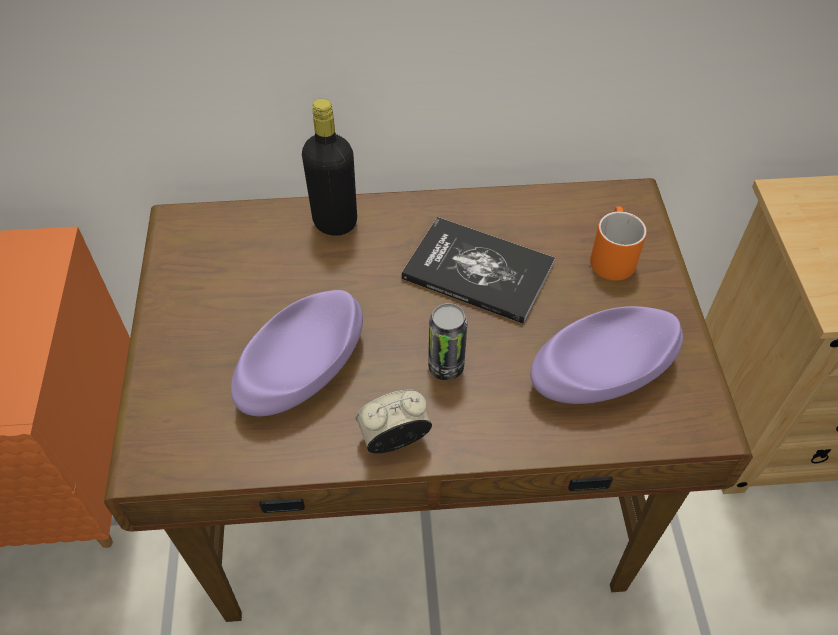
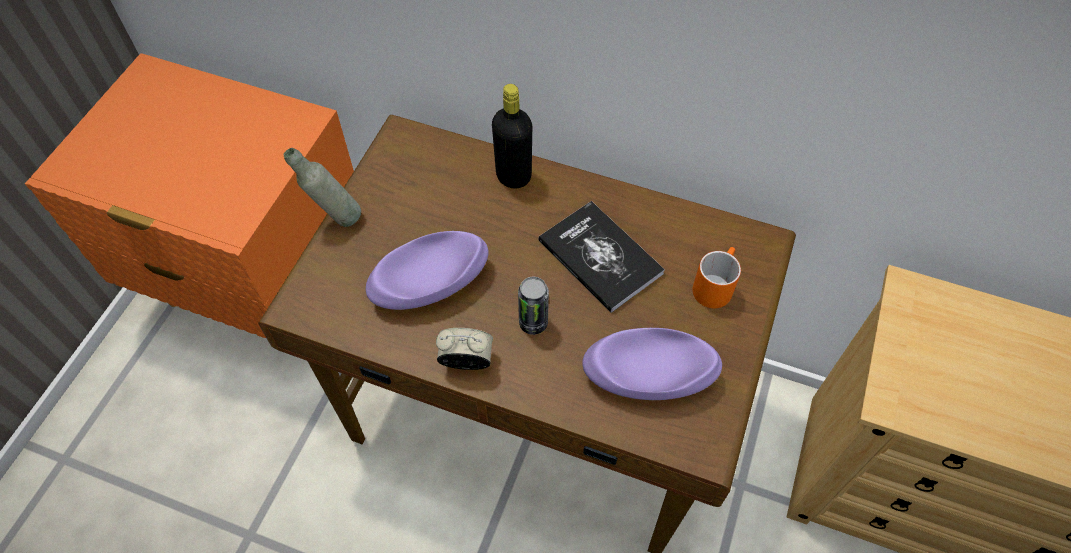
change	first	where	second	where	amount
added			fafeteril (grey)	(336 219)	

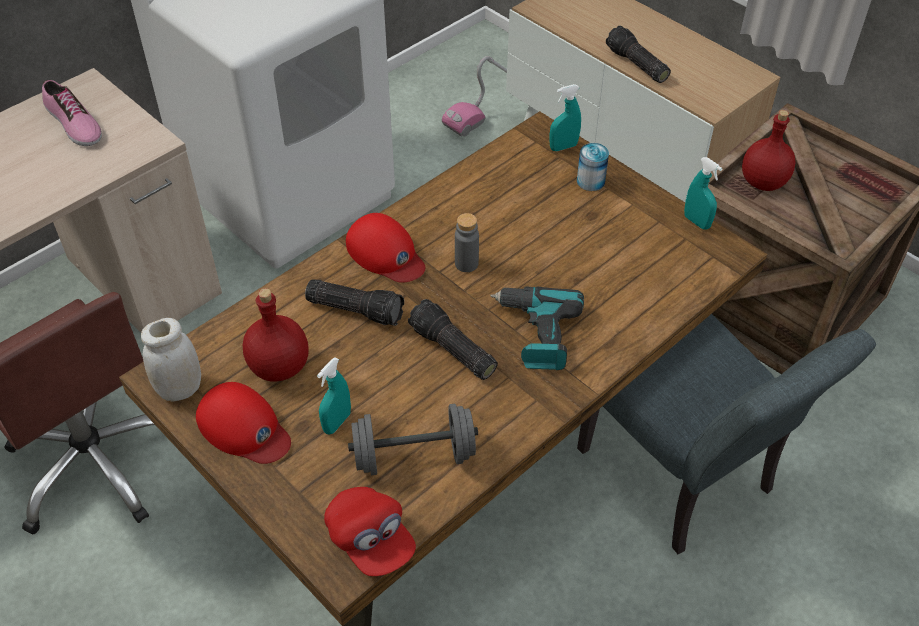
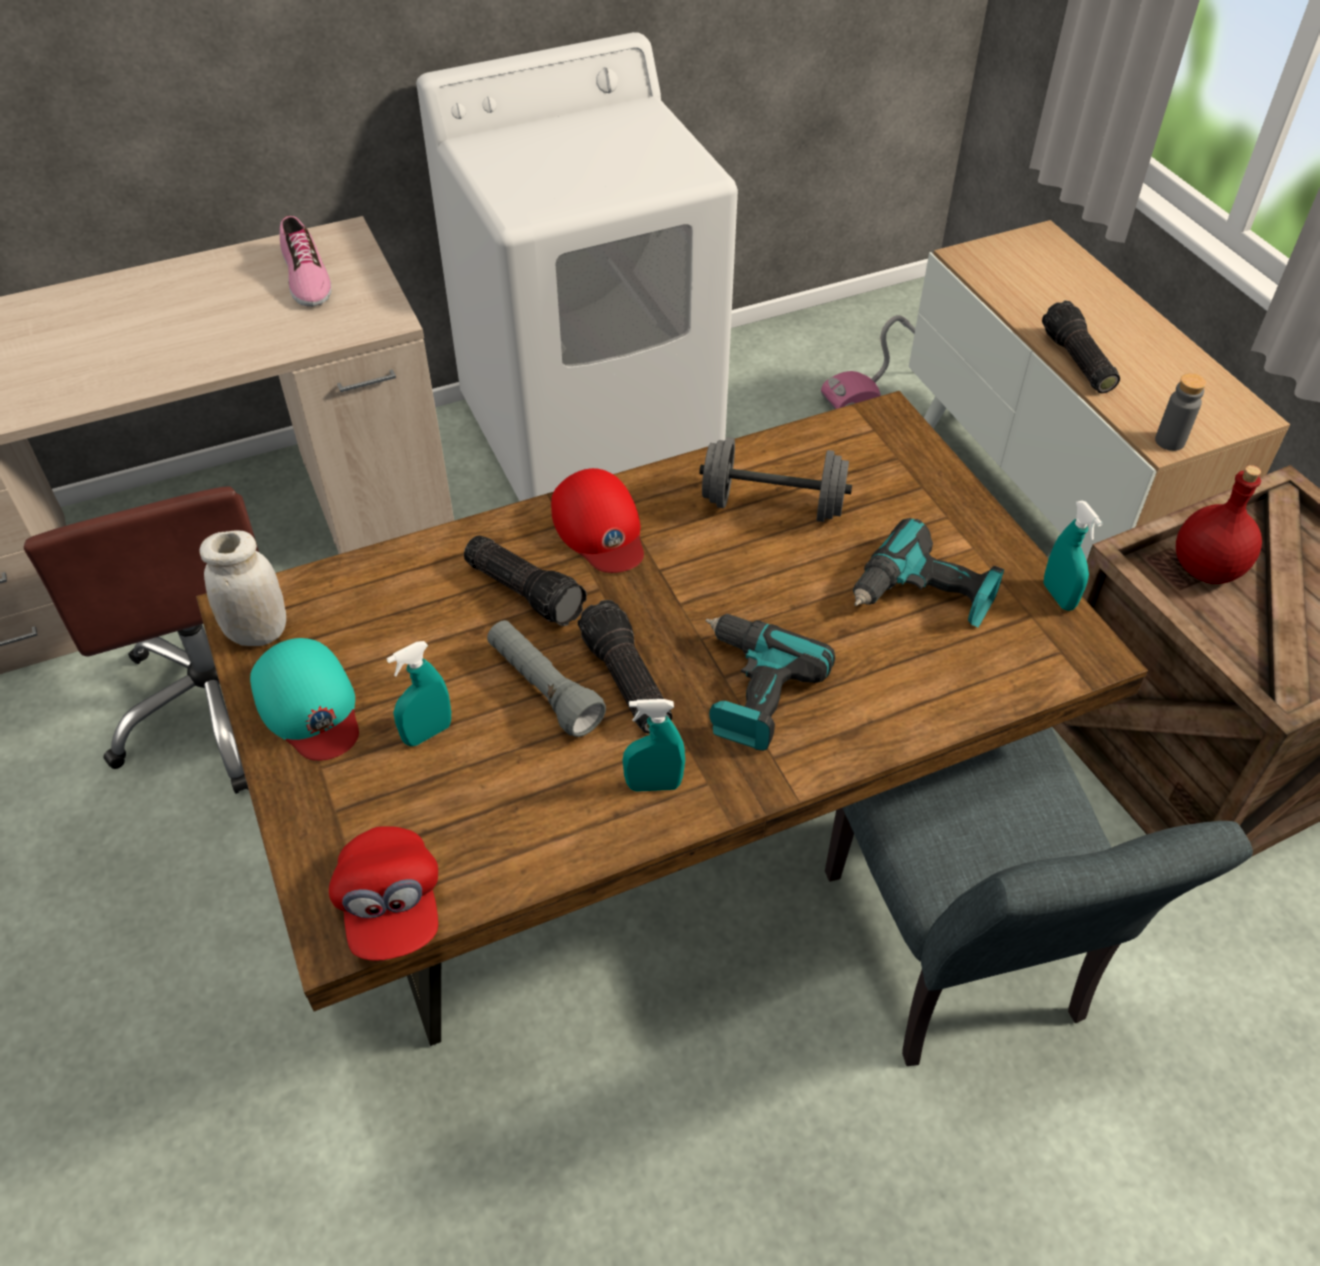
change	first	where	second	where	amount
removed	fafeteril (red)	(280 366)			
removed	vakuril	(590 181)			
added			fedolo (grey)	(543 689)	
added			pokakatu	(924 596)	
moved	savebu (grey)	(414 455)		(772 505)	
moved	fafeteril (grey)	(466 264)		(1169 441)	
moved	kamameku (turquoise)	(563 147)		(654 785)	
recoloured	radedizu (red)	(244 428)	radedizu (turquoise)	(309 705)	

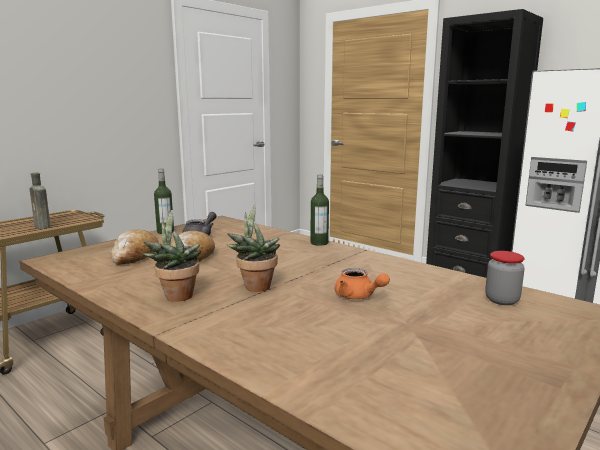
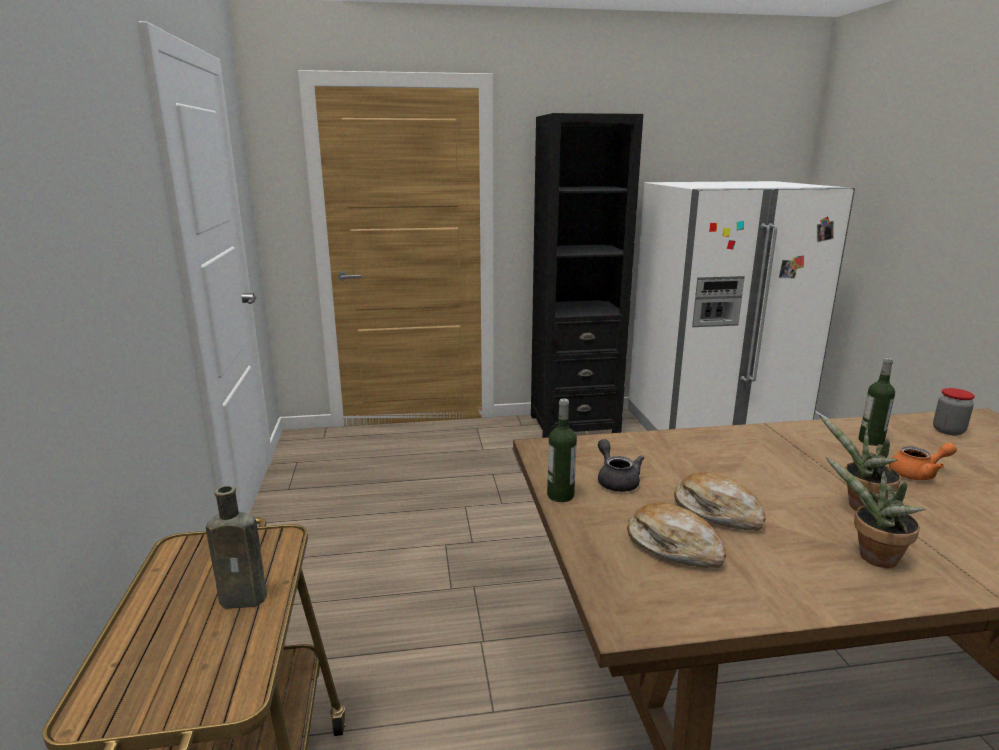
change	first	where	second	where	amount
moved	fafeteril	(319 243)		(871 441)	

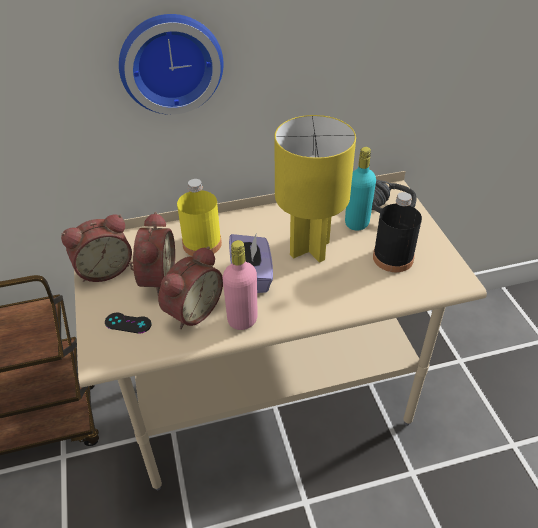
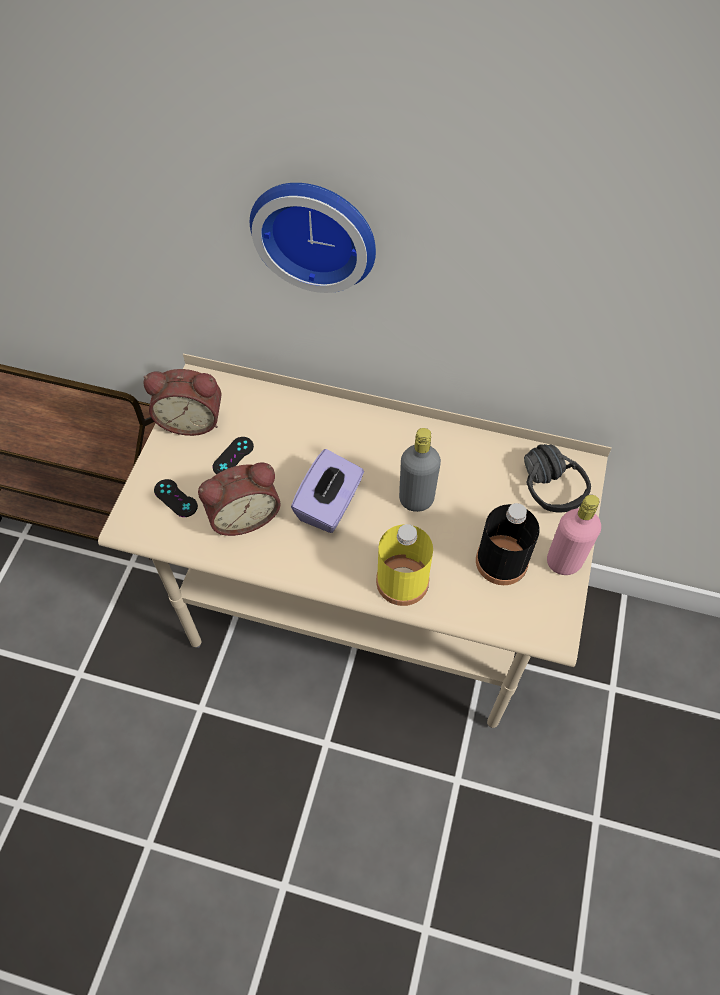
change	first	where	second	where	amount
removed	fafeteril (turquoise)	(357 223)			
moved	fafeteril (yellow)	(202 244)		(402 581)	
moved	fafeteril (pink)	(242 320)		(564 562)	
replaced	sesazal	(155 278)	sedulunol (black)	(233 456)	
replaced	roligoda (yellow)	(308 248)	fafeteril (grey)	(416 499)	

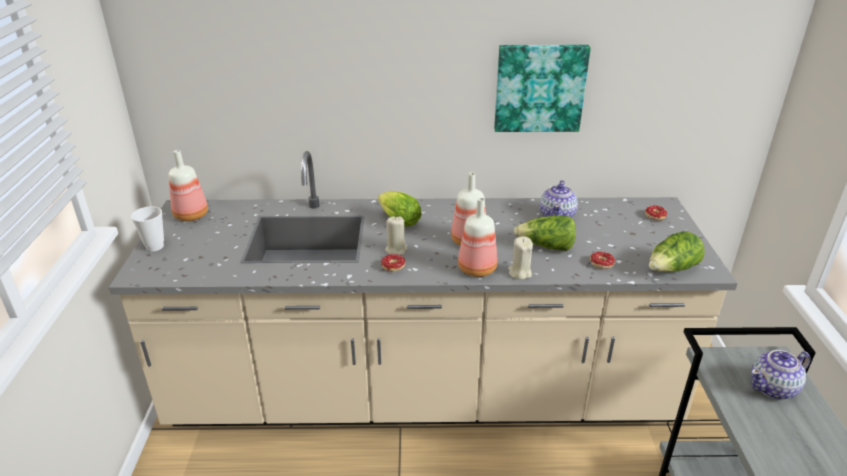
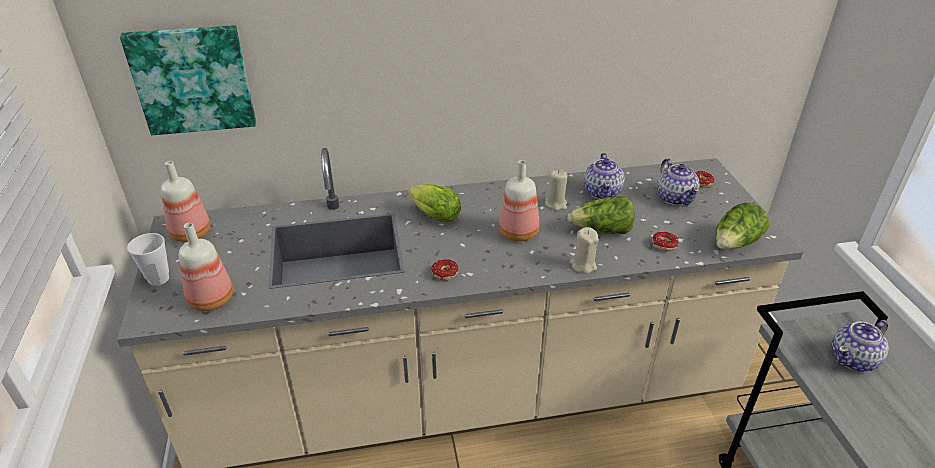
change	first	where	second	where	amount
added			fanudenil	(675 197)	
moved	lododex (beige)	(396 250)		(556 204)	
moved	fafeteril	(476 268)		(210 299)	
moved	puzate	(539 88)		(193 79)	

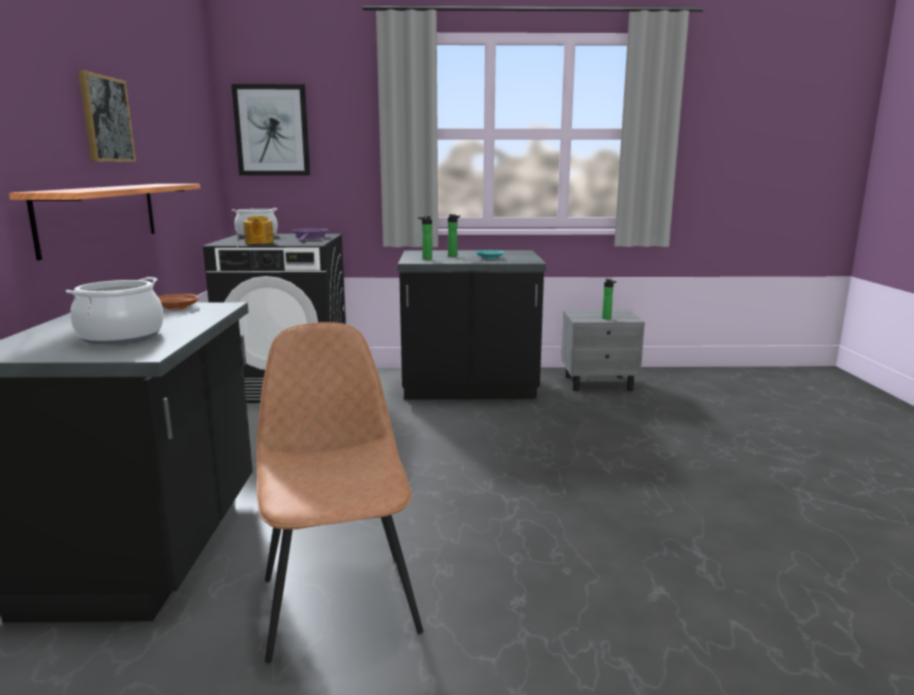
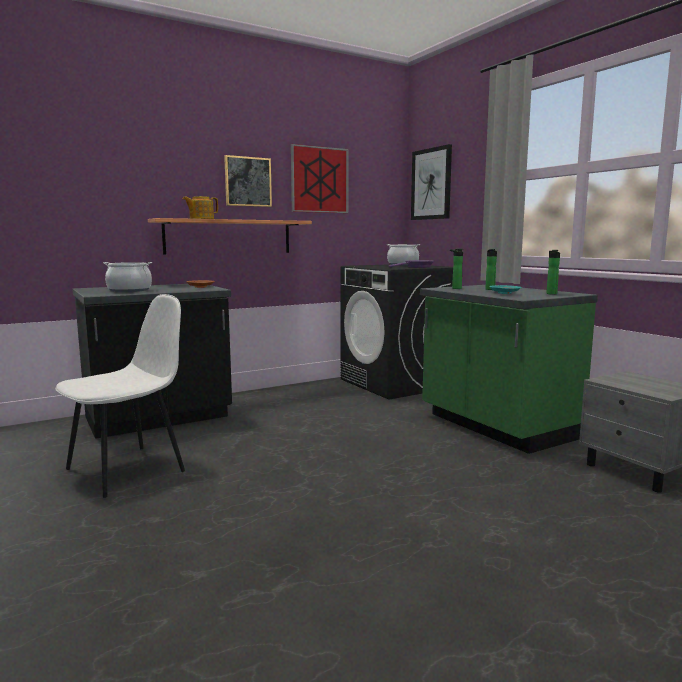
change	first	where	second	where	amount
added			puzate	(319 180)	
moved	fanudenil	(259 242)		(201 219)	
moved	fafeteril	(607 318)		(551 294)	
recoloured	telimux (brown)	(339 601)	telimux (white)	(128 469)	
recoloured	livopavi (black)	(469 389)	livopavi (green)	(496 427)	

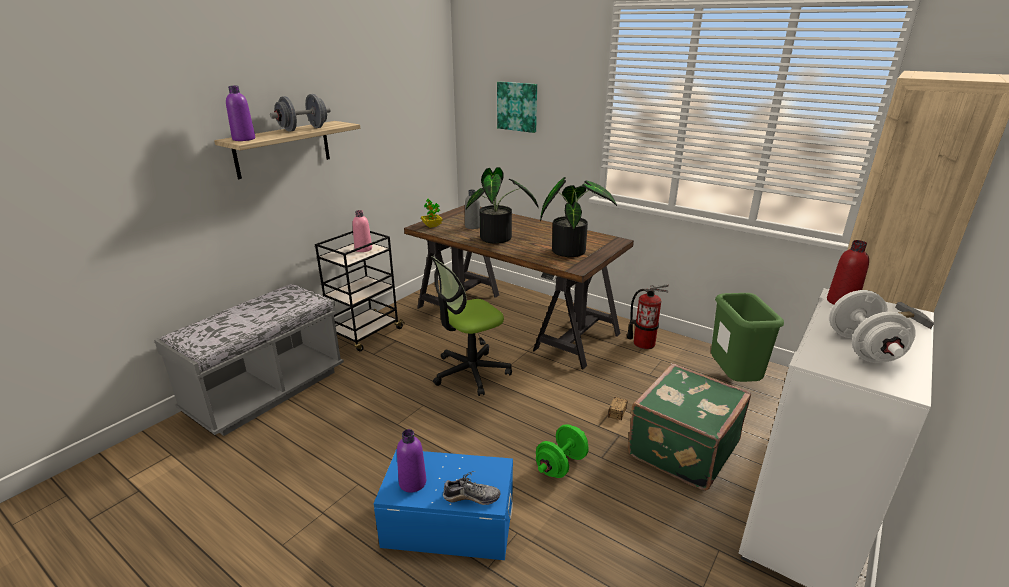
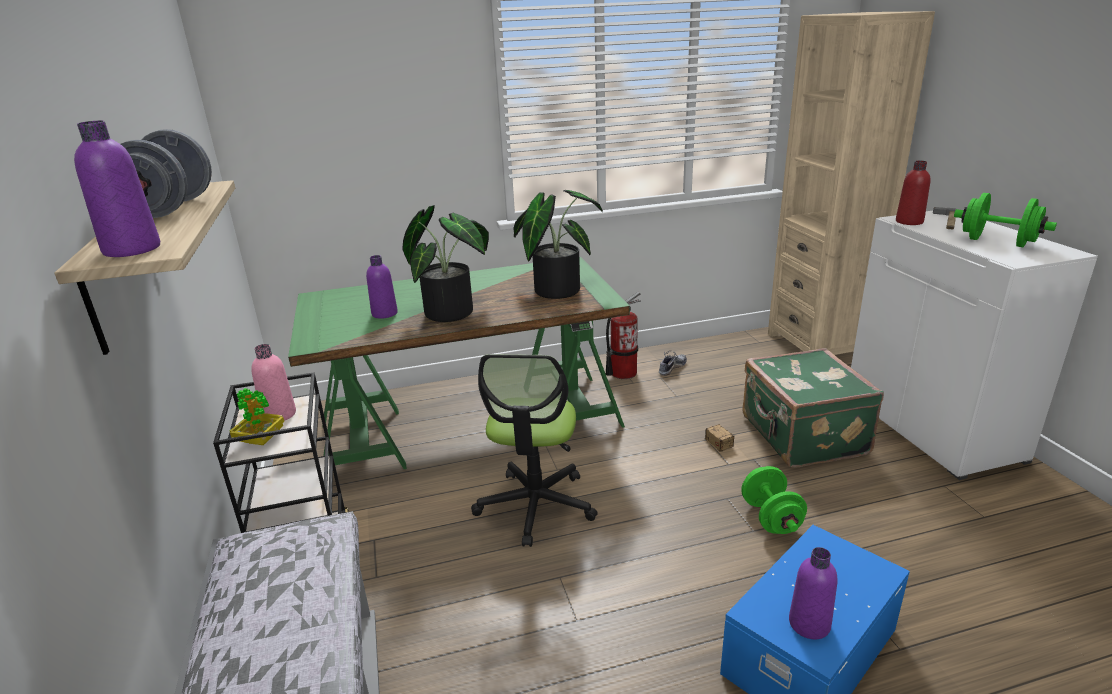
change	first	where	second	where	amount
removed	puzate	(518 106)			
removed	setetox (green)	(733 380)			
moved	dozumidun	(432 226)		(261 439)	
moved	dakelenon	(471 497)		(672 368)	
recoloured	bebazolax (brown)	(515 320)	bebazolax (green)	(470 423)	
recoloured	fafeteril (grey)	(472 226)	fafeteril (purple)	(384 314)	
recoloured	savebu (white)	(862 348)	savebu (green)	(997 242)	

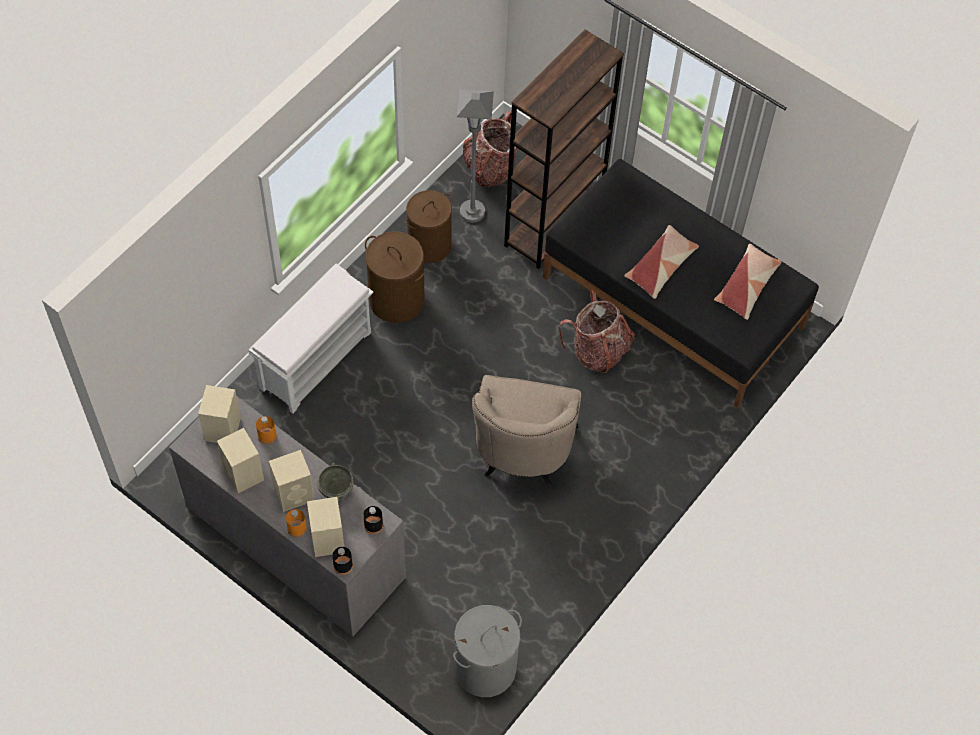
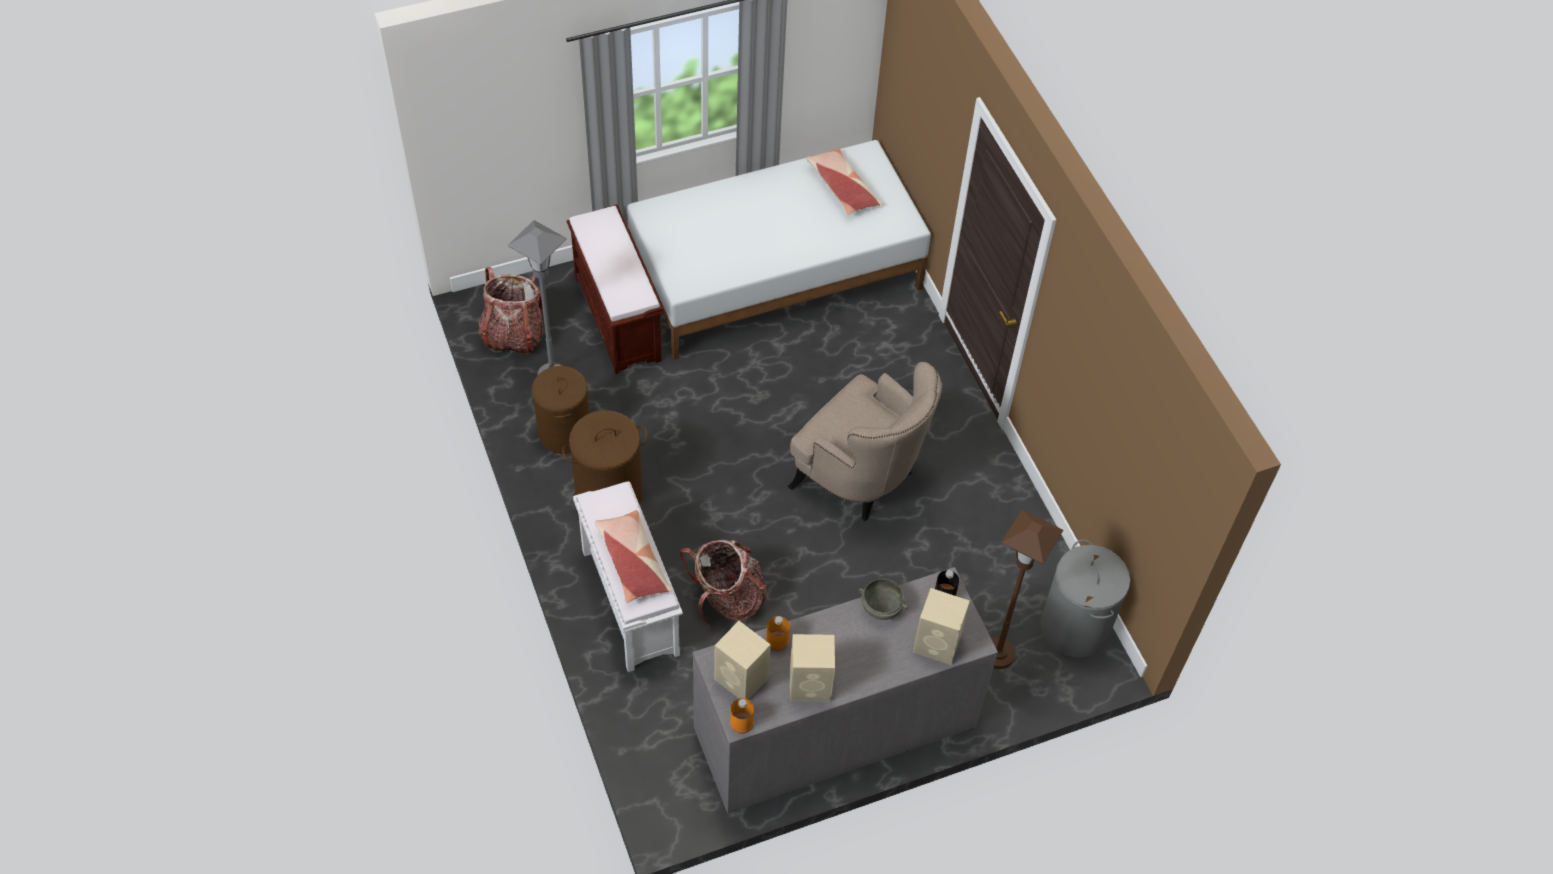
change	first	where	second	where	amount
removed	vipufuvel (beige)	(295 493)			
removed	fafeteril (black)	(343 565)			
added			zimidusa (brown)	(997 654)	
moved	fafeteril (orange)	(297 528)		(741 722)	
moved	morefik	(598 351)		(727 598)	
moved	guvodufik	(661 266)		(632 561)	
replaced	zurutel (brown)	(553 223)	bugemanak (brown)	(618 319)	
recoloured	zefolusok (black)	(673 303)	zefolusok (white)	(777 275)	

